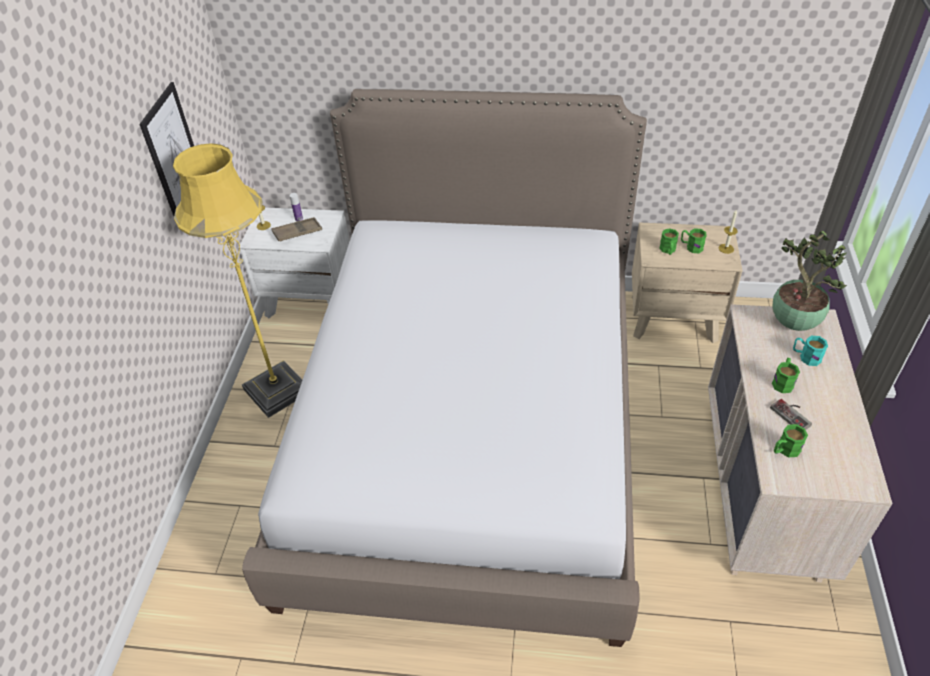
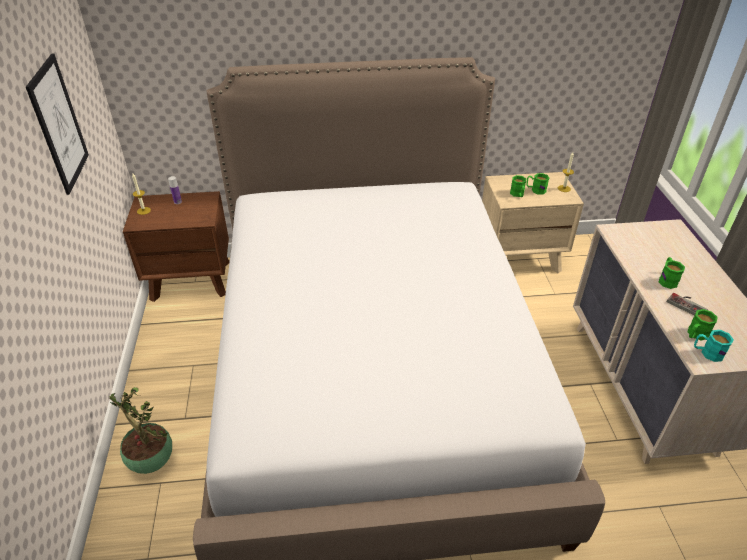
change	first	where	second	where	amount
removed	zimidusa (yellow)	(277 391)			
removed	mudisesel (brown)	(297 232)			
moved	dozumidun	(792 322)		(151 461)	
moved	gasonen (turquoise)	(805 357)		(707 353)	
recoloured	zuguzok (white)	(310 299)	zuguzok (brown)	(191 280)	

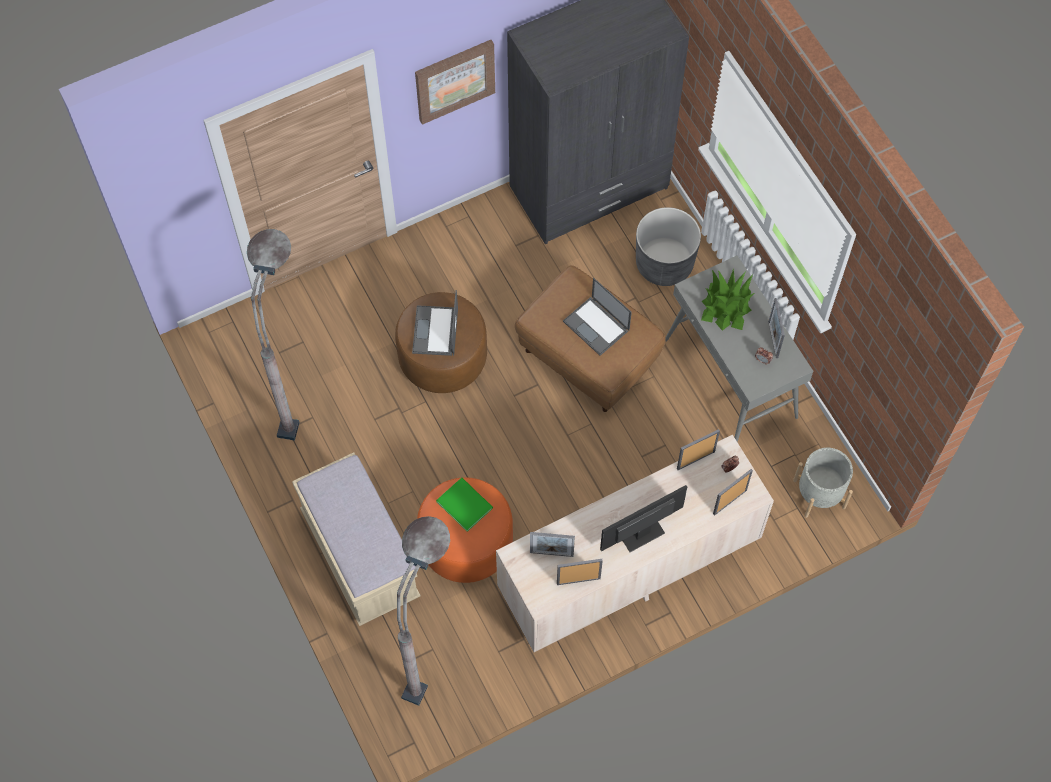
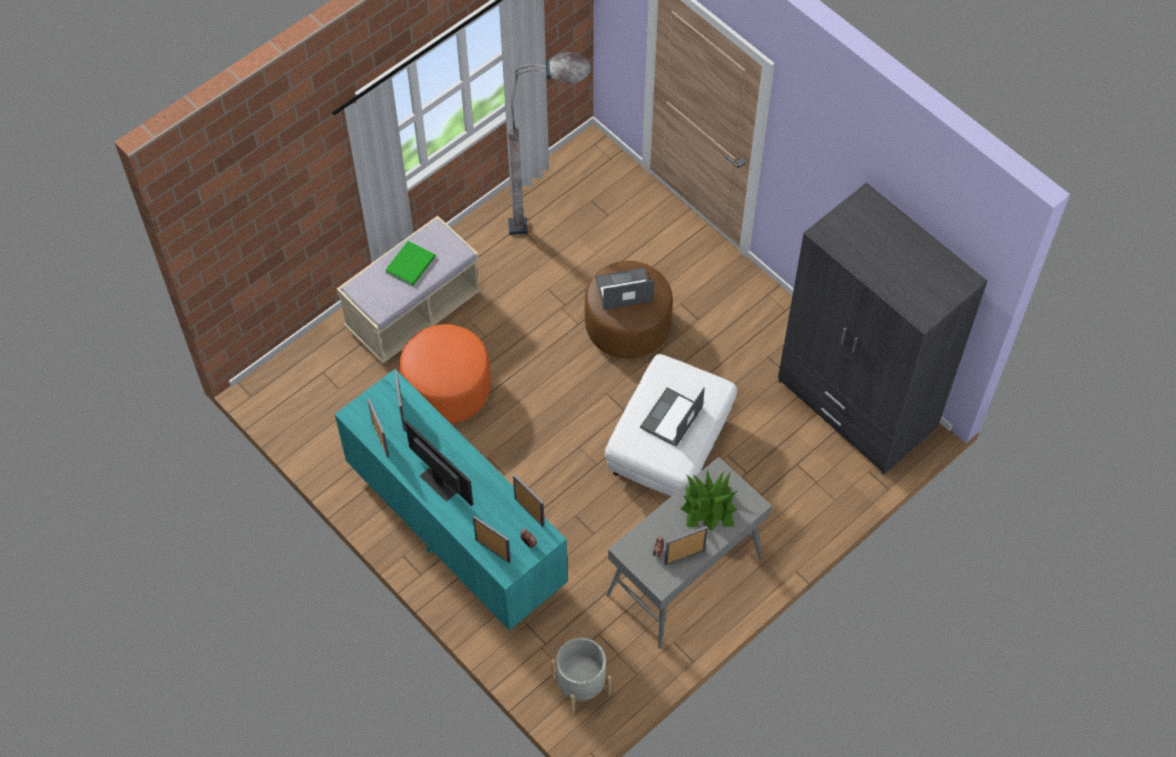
change	first	where	second	where	amount
removed	zimidusa (grey)	(433 653)			
removed	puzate	(454 80)			
removed	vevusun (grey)	(664 263)			
moved	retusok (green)	(464 503)		(412 264)	
recoloured	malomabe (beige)	(628 569)	malomabe (turquoise)	(455 529)	
recoloured	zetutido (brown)	(589 355)	zetutido (white)	(669 446)	

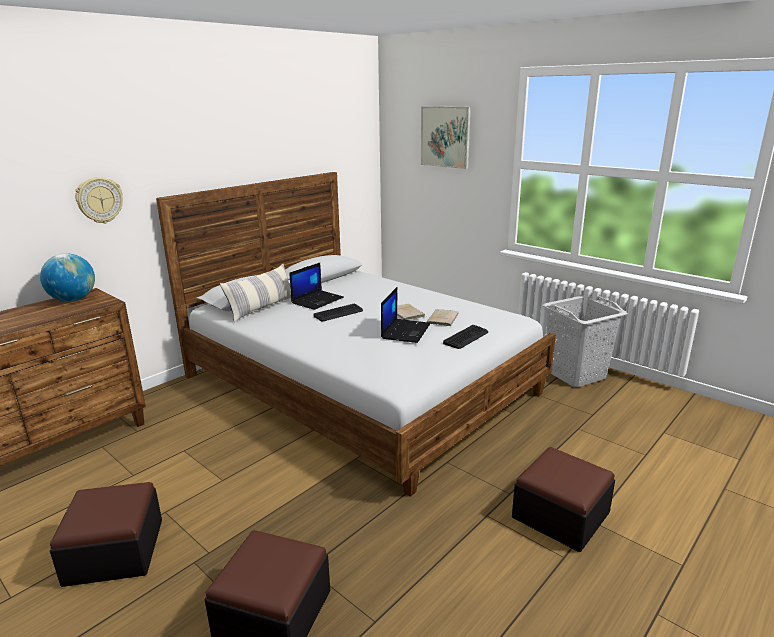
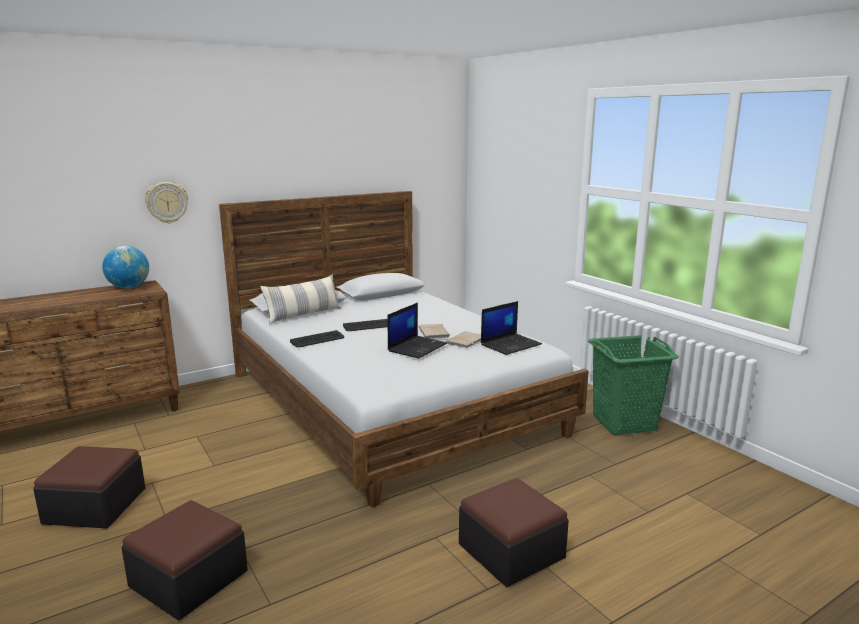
change	first	where	second	where	amount
removed	puzate	(445 137)			
moved	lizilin	(317 300)		(511 344)	
moved	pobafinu	(466 337)		(317 340)	
recoloured	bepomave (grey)	(575 374)	bepomave (green)	(623 422)	

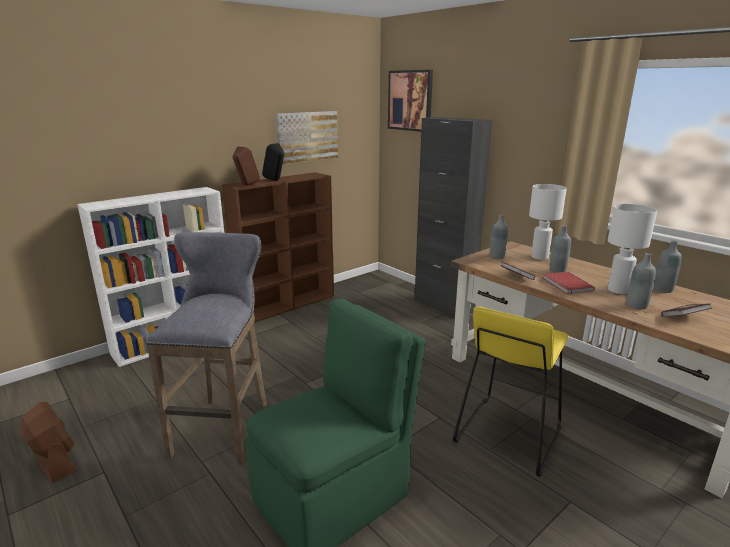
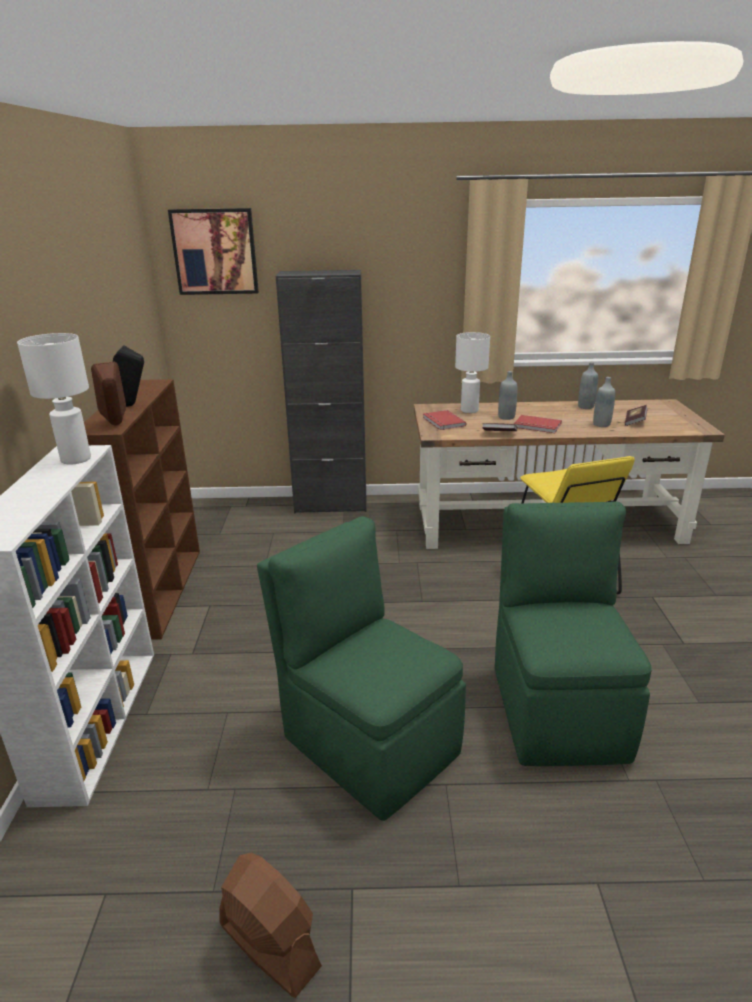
change	first	where	second	where	amount
removed	puzate	(307 136)			
moved	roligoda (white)	(617 290)		(75 459)	
replaced	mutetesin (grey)	(224 425)	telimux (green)	(368 742)	
replaced	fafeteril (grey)	(497 256)	retusok (red)	(442 422)	
turned	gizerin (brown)	(55 461)		(269 945)	45 degrees clockwise

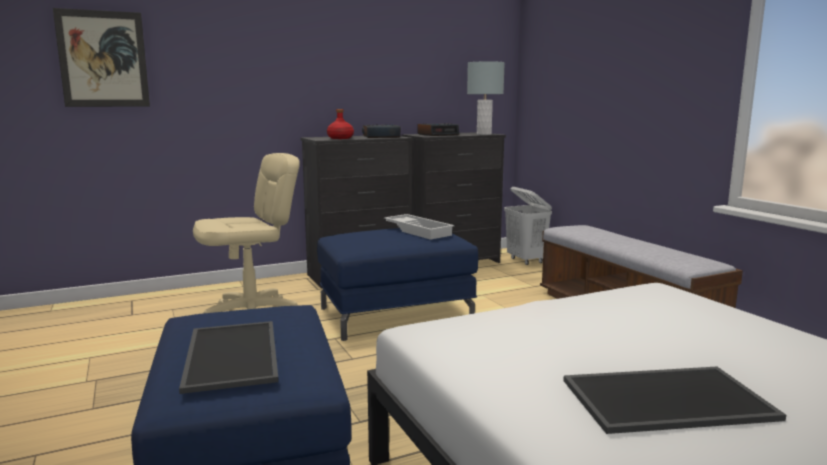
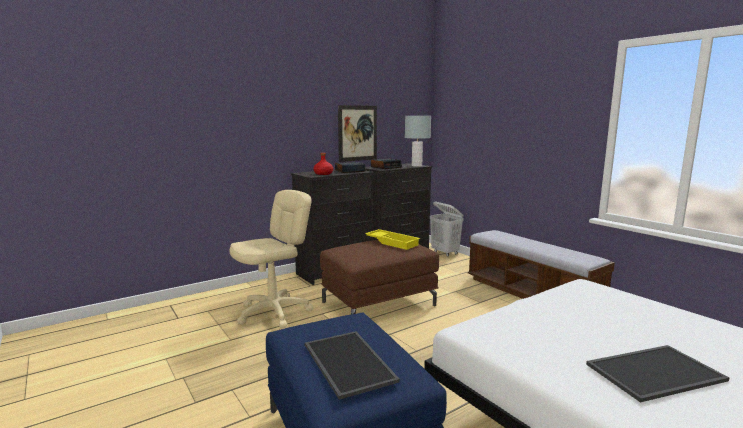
change	first	where	second	where	amount
moved	puzate	(103 59)		(357 133)	
recoloured	zetutido (blue)	(396 314)	zetutido (brown)	(378 303)	
recoloured	mudisesel (white)	(419 231)	mudisesel (yellow)	(393 242)	

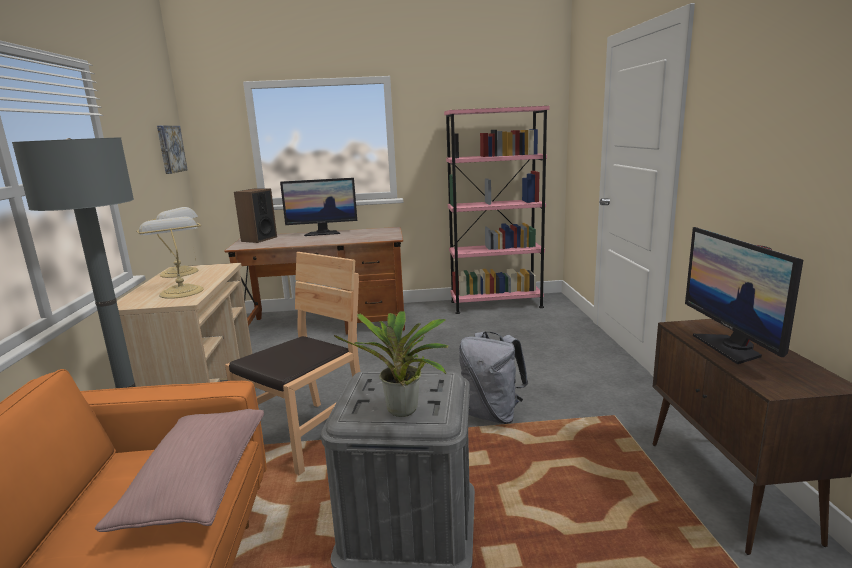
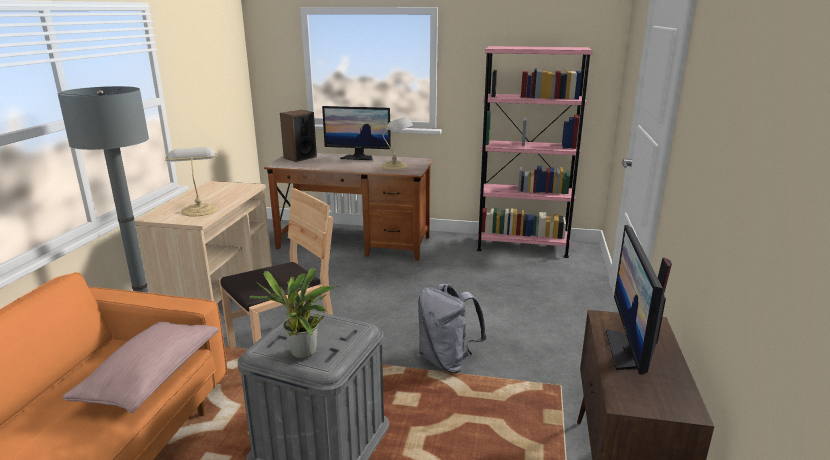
change	first	where	second	where	amount
removed	puzate	(170 149)			
moved	roligoda	(181 272)		(395 166)	

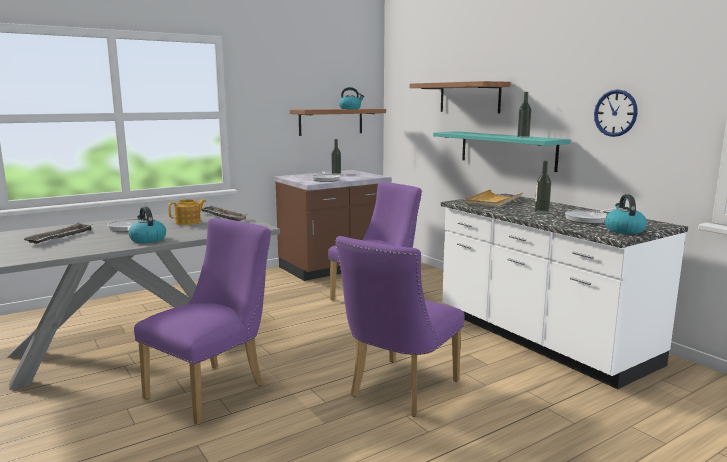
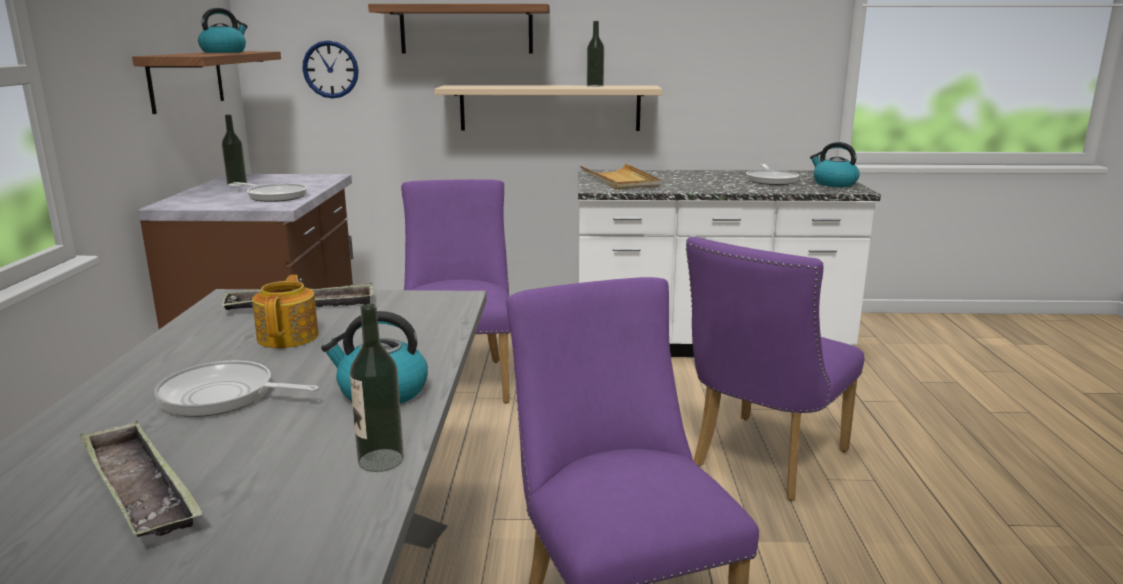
change	first	where	second	where	amount
moved	fafeteril	(541 212)		(380 460)	
moved	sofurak	(615 113)		(330 69)	
recoloured	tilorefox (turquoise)	(506 150)	tilorefox (beige)	(550 108)	
turned	telimux (purple)	(398 391)		(761 462)	60 degrees clockwise

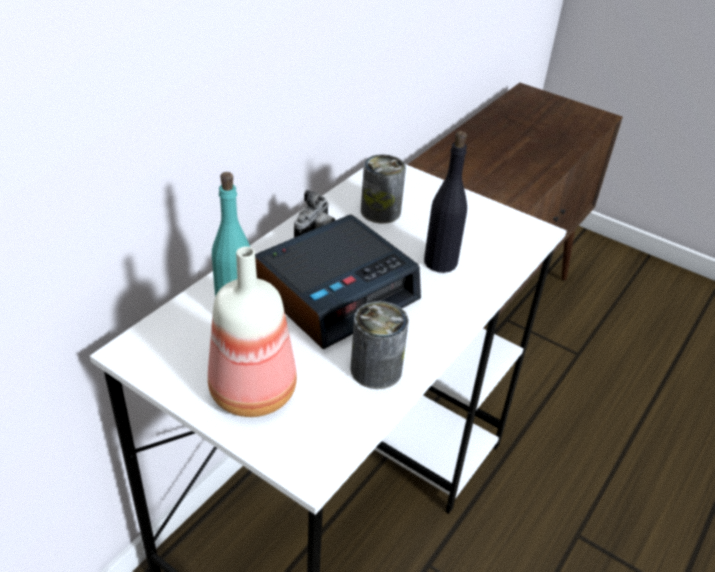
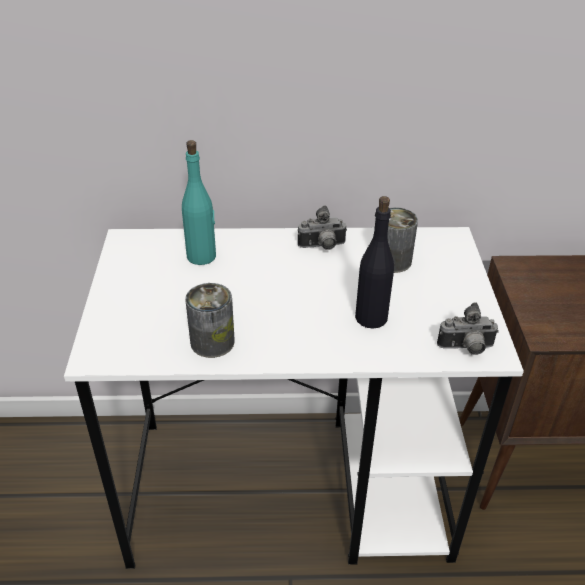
change	first	where	second	where	amount
removed	fafeteril	(254 390)			
removed	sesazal	(335 291)			
added			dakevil	(466 349)	

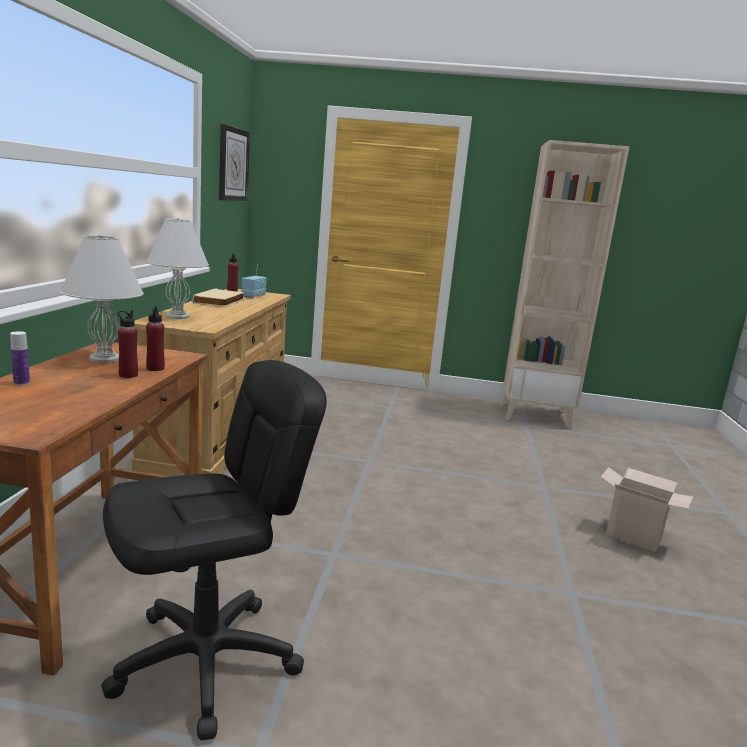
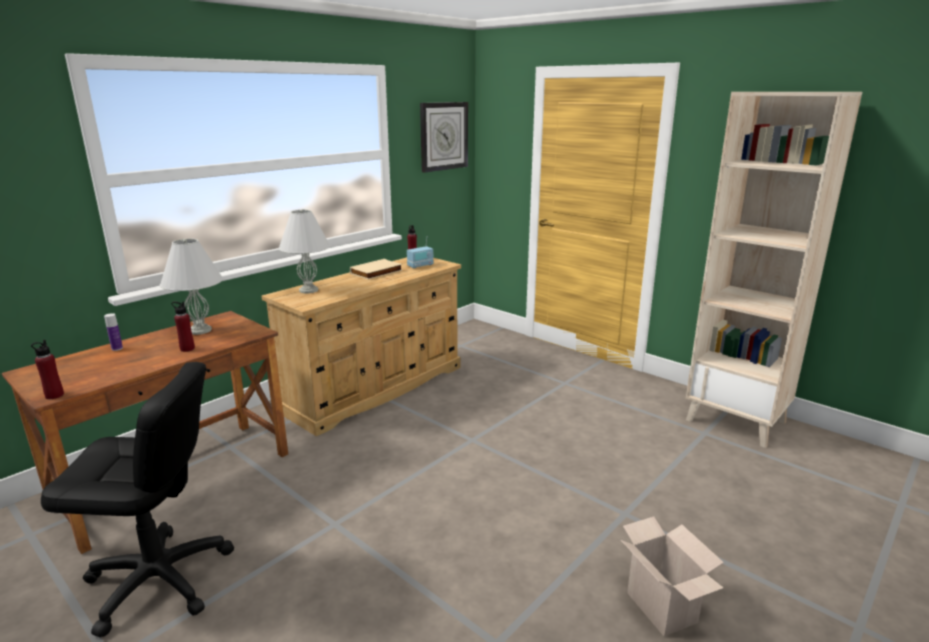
change	first	where	second	where	amount
moved	fafeteril (red)	(155 368)		(54 395)	

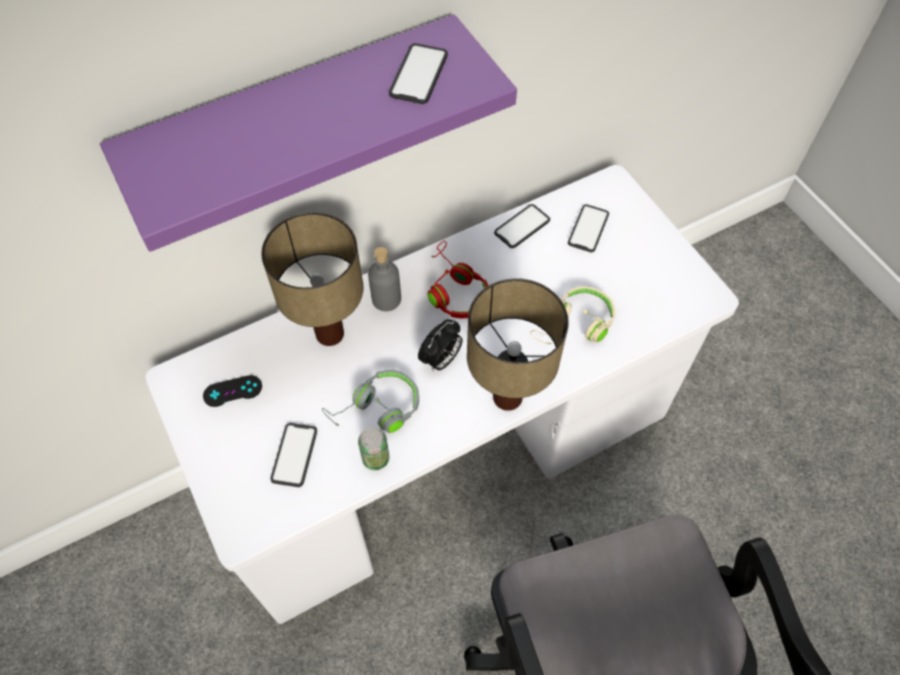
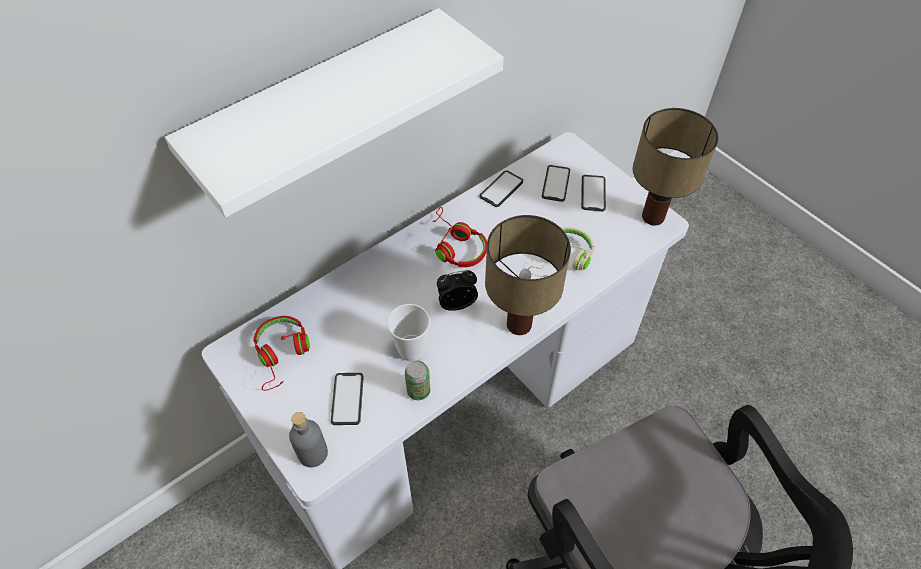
change	first	where	second	where	amount
moved	roligoda	(328 333)		(651 216)	
moved	fafeteril (grey)	(386 299)		(312 453)	
moved	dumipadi	(418 75)		(593 193)	
replaced	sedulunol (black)	(232 391)	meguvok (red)	(282 355)	
replaced	meguvok (grey)	(377 409)	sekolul	(411 351)	
recoloured	tilorefox (purple)	(296 120)	tilorefox (white)	(320 107)	
turned	sesazal	(441 360)		(457 303)	135 degrees counterclockwise

